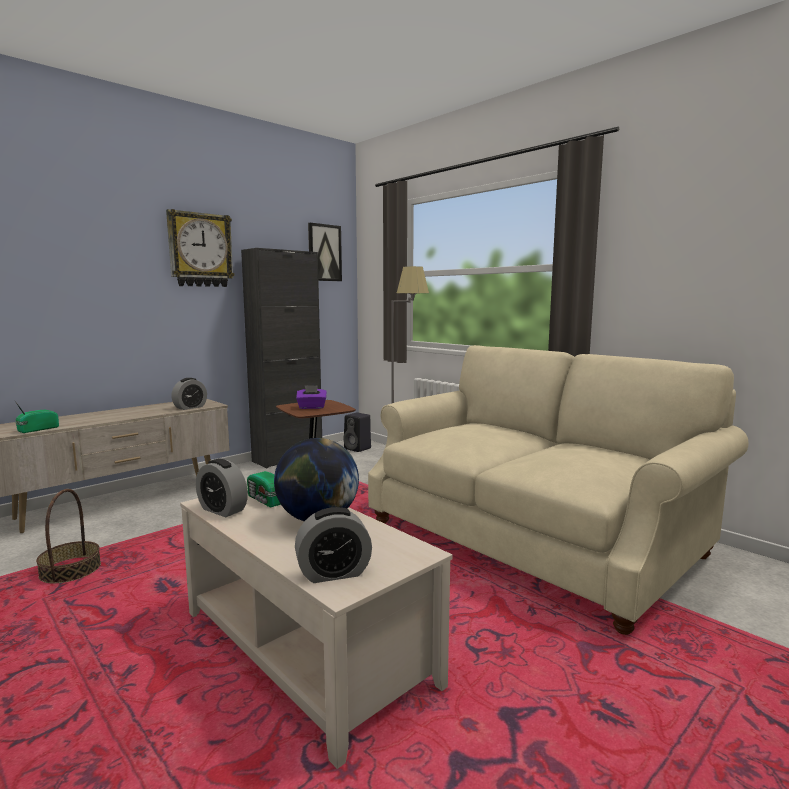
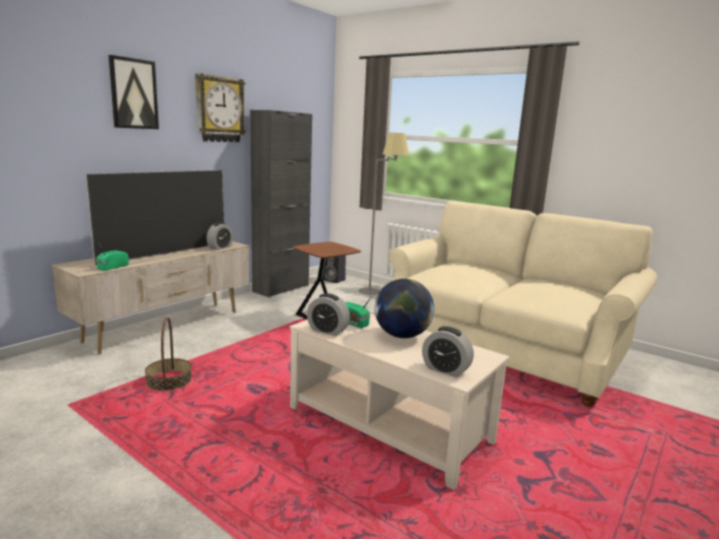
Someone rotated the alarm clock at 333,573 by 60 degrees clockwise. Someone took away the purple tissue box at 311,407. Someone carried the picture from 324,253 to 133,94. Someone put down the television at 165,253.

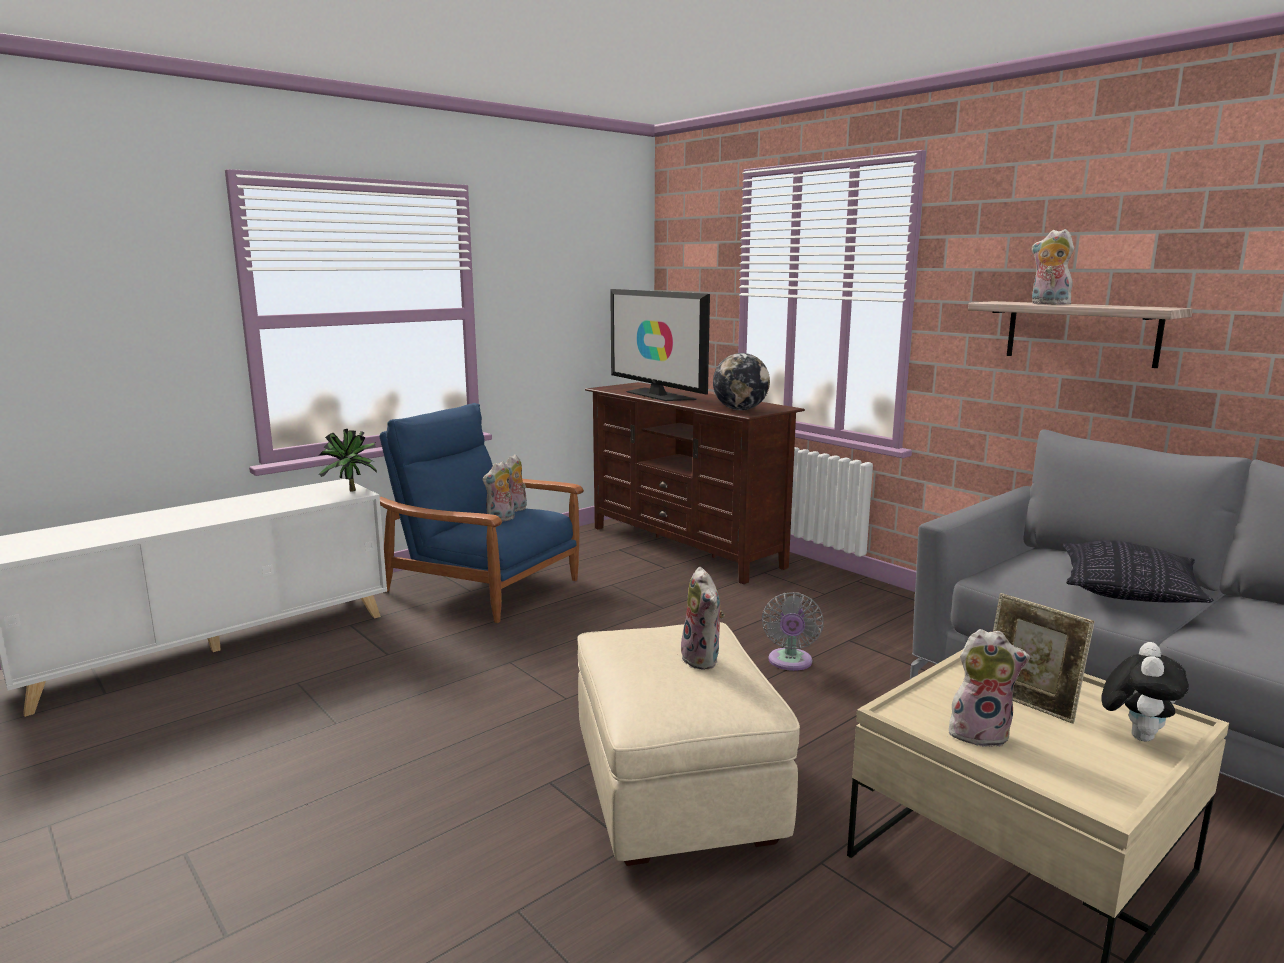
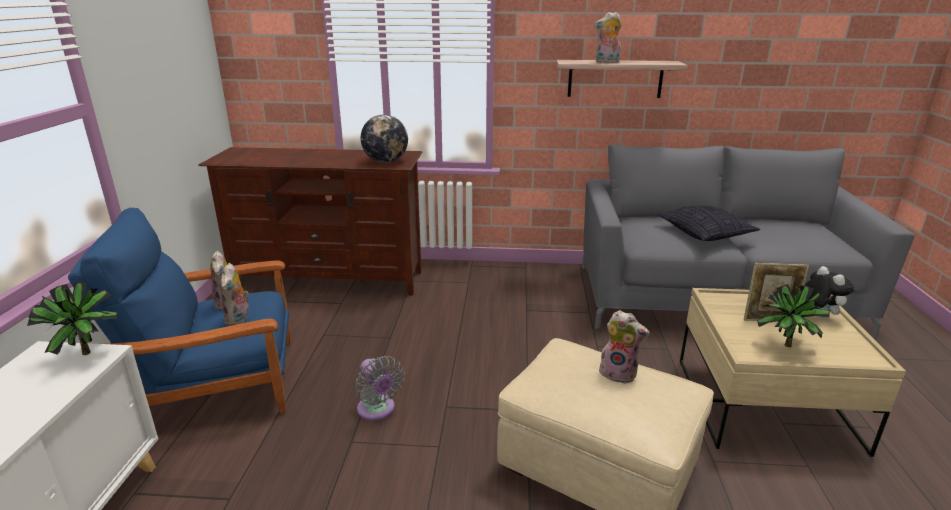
Someone took away the television at 657,395. Someone carried the grey fan from 790,662 to 377,410. Someone swapped the plush toy at 980,733 for the potted plant at 785,347.

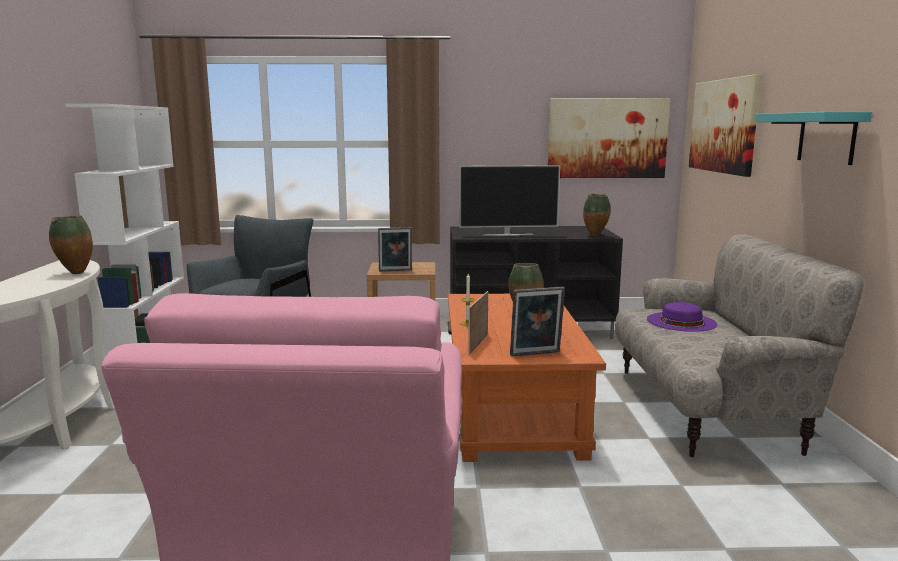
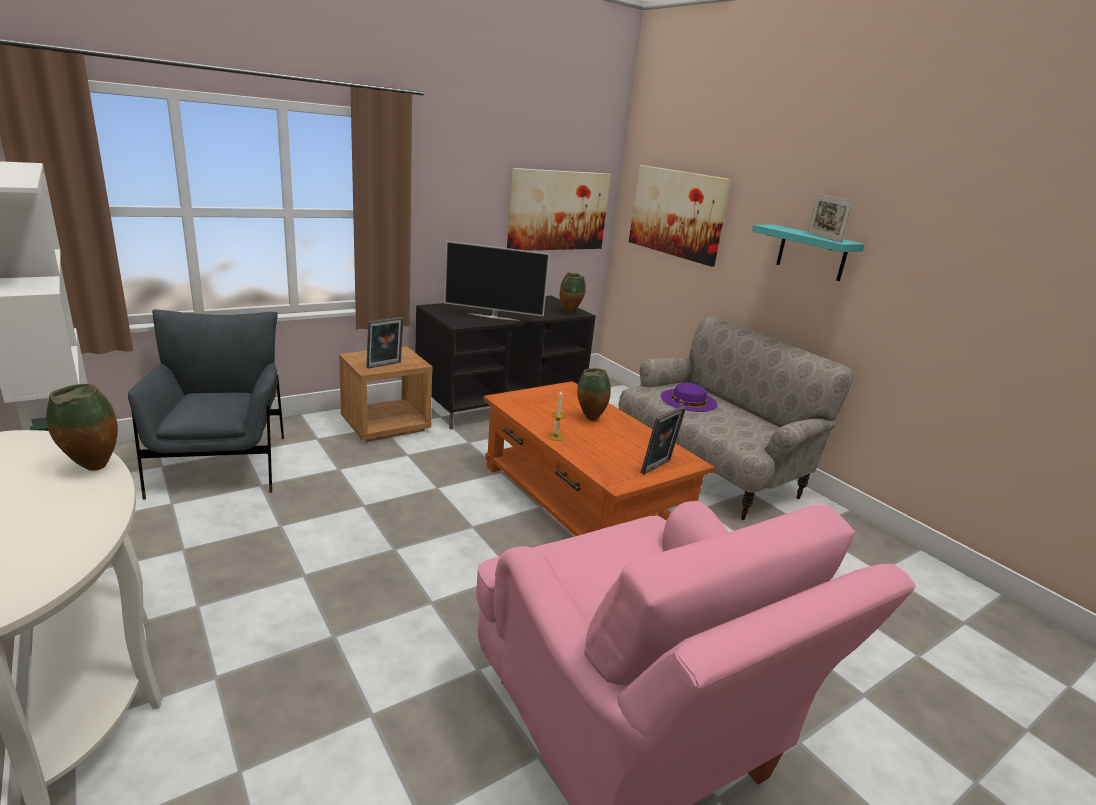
Someone rotated the television at 507,234 by 45 degrees clockwise. Someone carried the picture frame from 478,344 to 824,237.

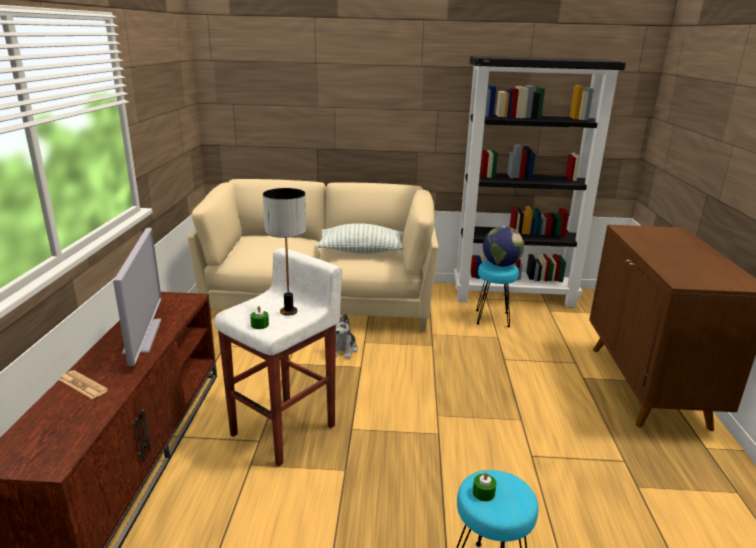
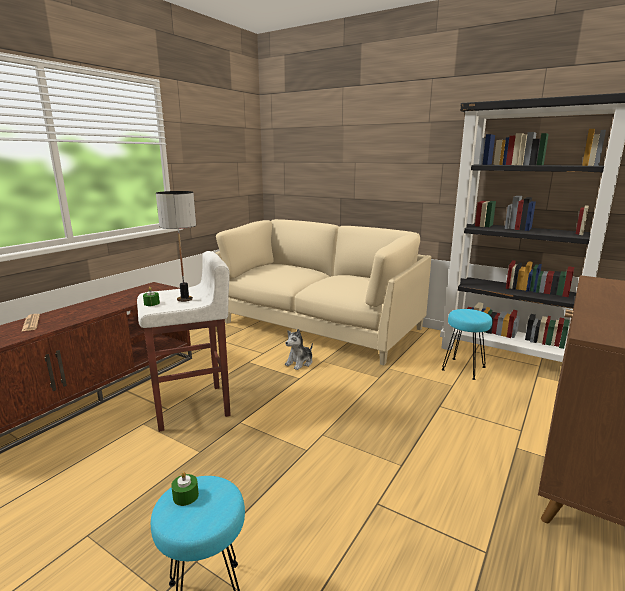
Someone took away the television at 142,336. Someone took away the pillow at 361,251. Someone took away the globe at 500,265.

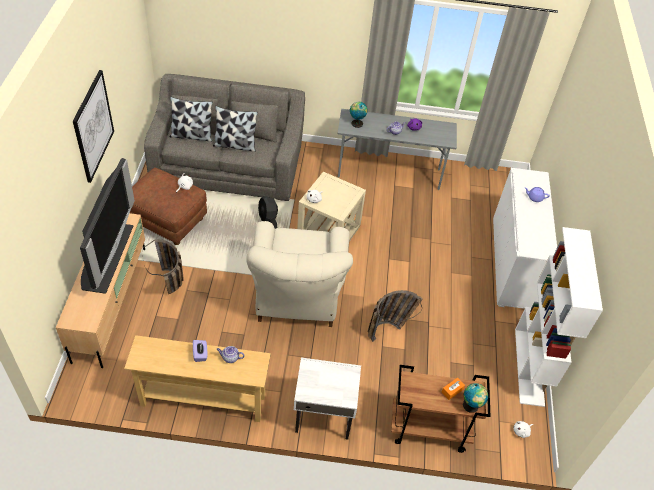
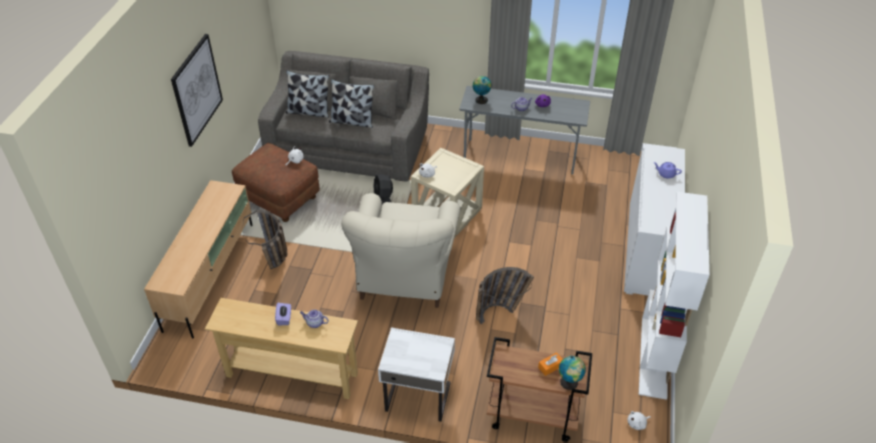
Someone took away the television at 106,256.

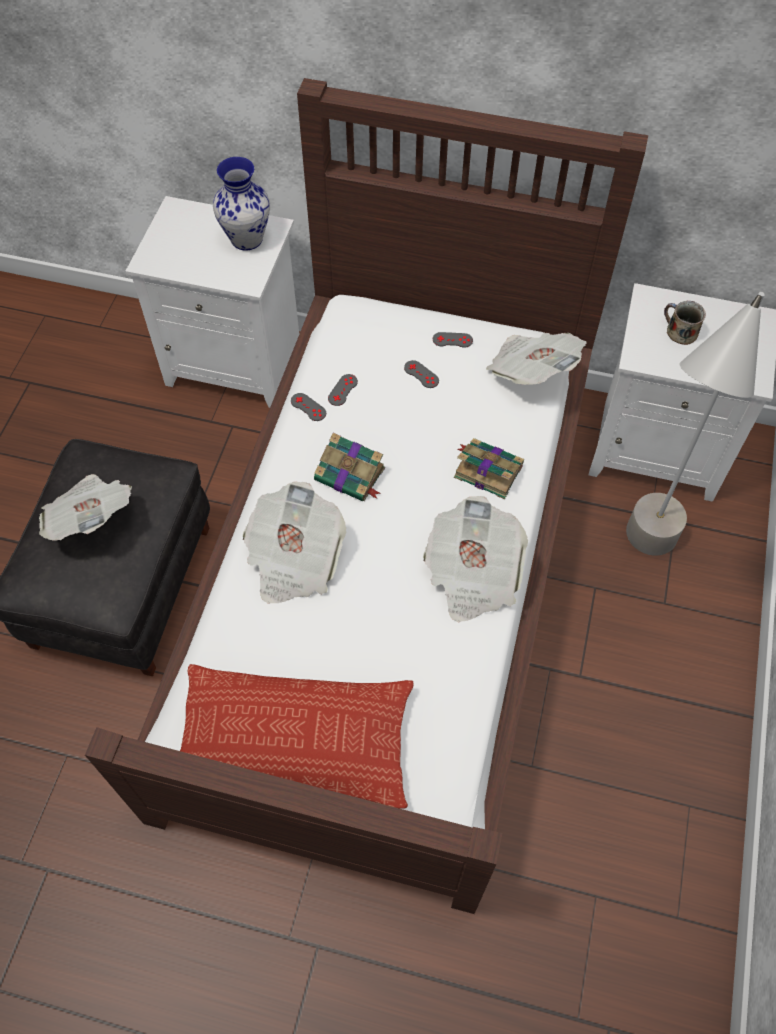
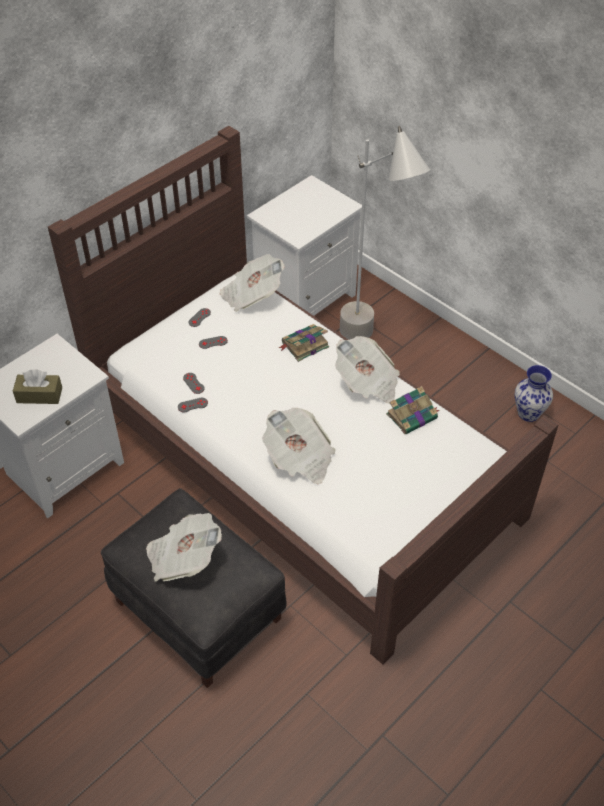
Someone took away the pillow at 294,741. Someone carried the vase from 246,239 to 529,414. Someone carried the book from 351,475 to 412,416. Someone took away the mug at 680,331. Someone put down the brown tissue box at 39,395.

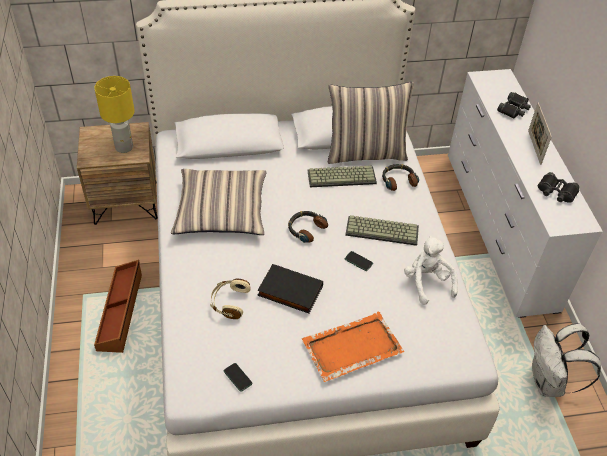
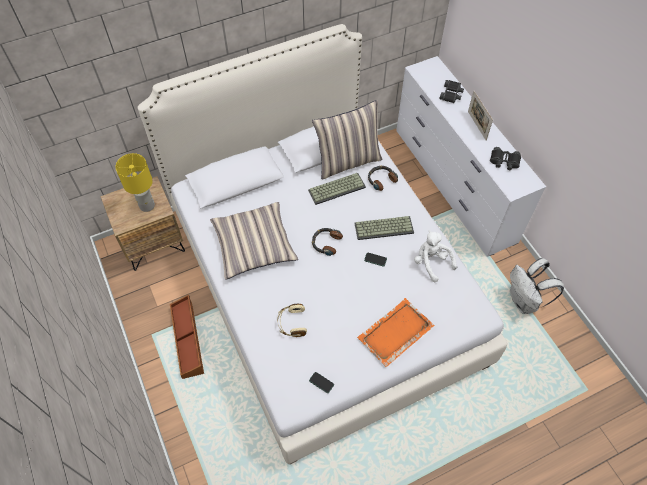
Someone took away the black book at 289,291.

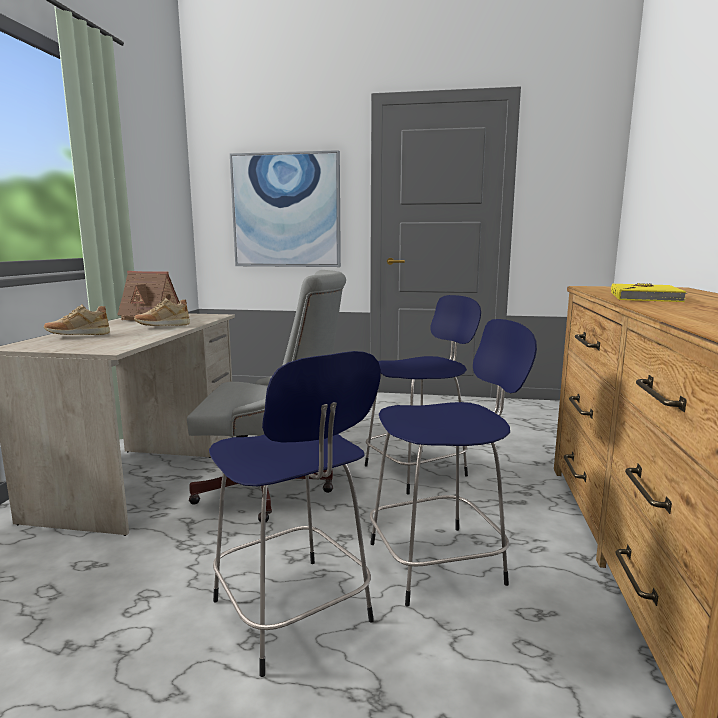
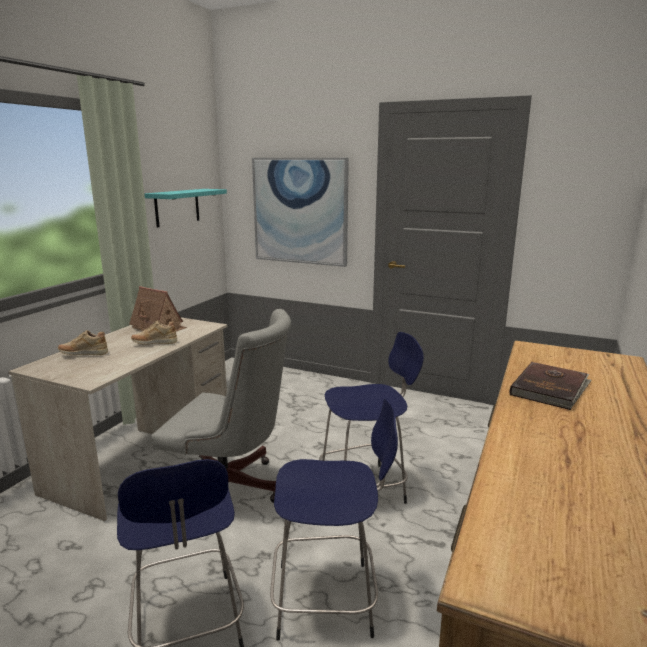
Someone repainted the yellow book at 646,297, which became the brown book at 550,388. Someone put up the turquoise shelf at 177,207.

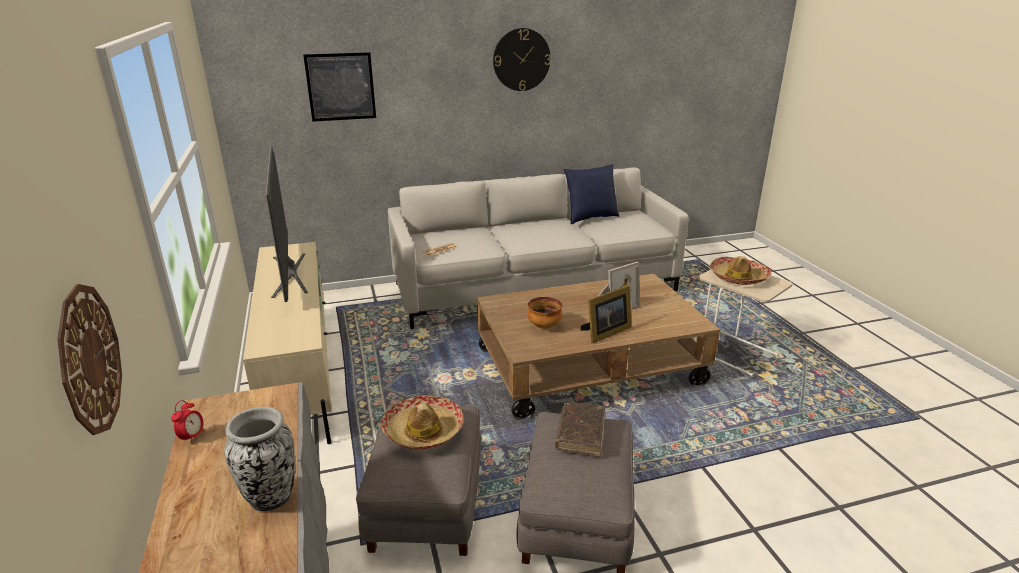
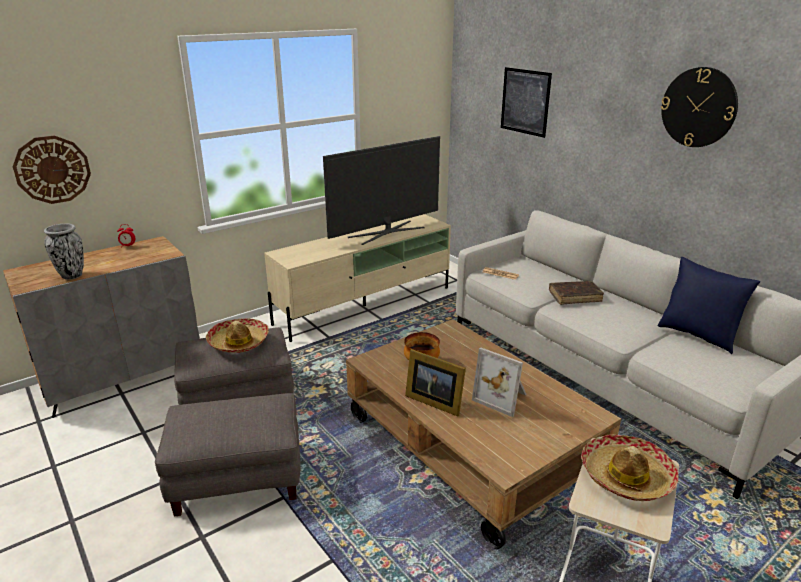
Someone carried the brown book from 580,434 to 575,297.

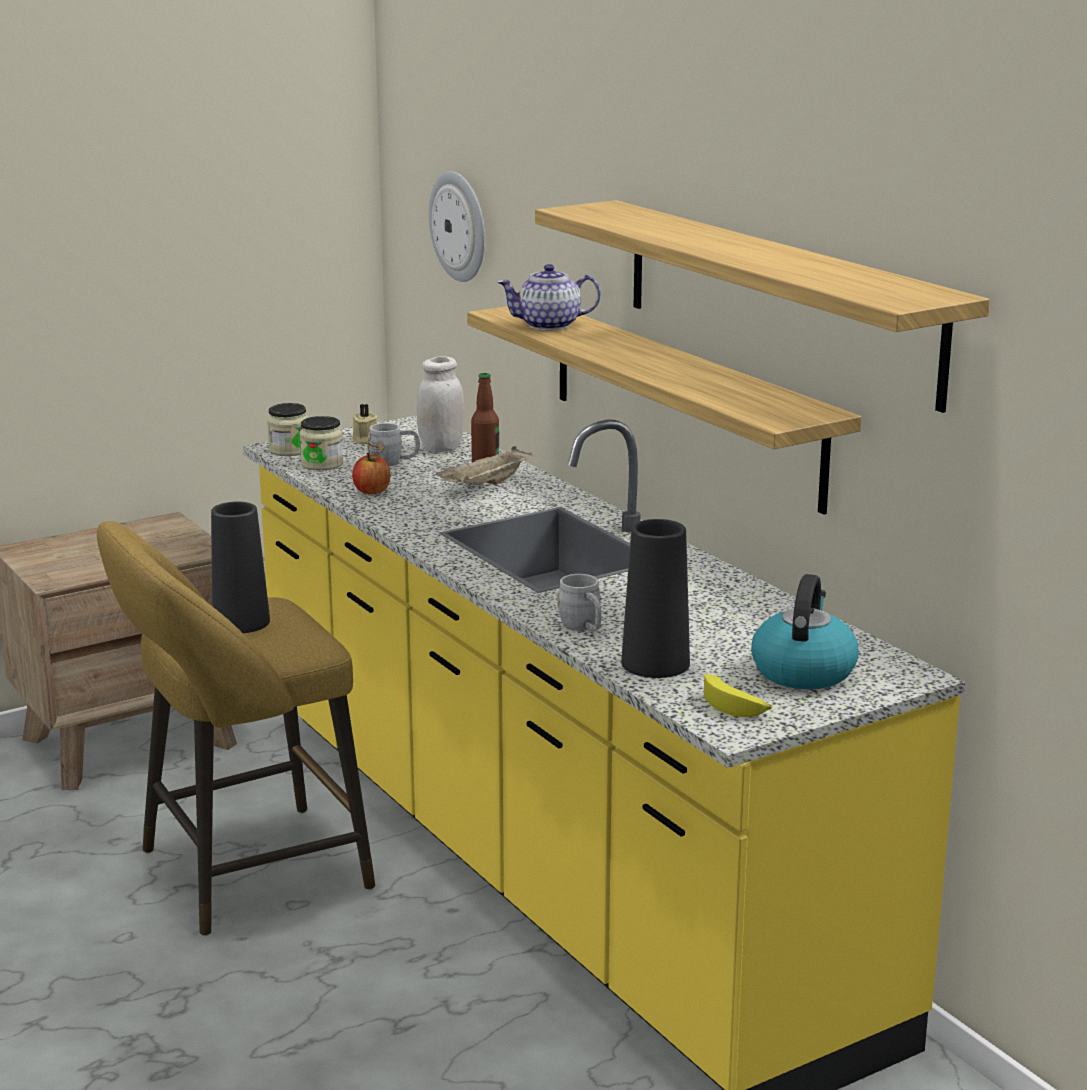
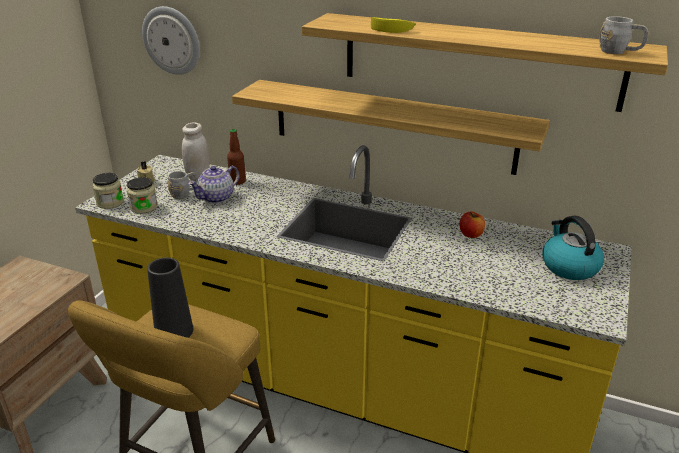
Someone carried the apple from 372,491 to 471,234. Someone took away the beige tray at 486,485. Someone carried the teapot from 549,325 to 217,198. Someone carried the grey mug from 583,628 to 619,52. Someone took away the black vase at 655,663. Someone carried the banana from 735,705 to 392,30.

